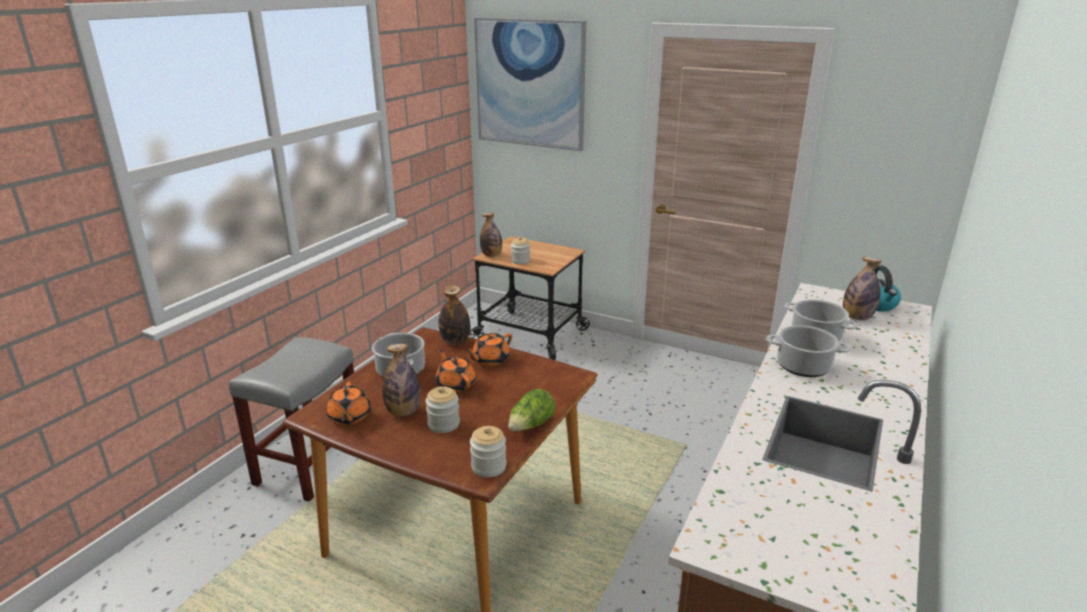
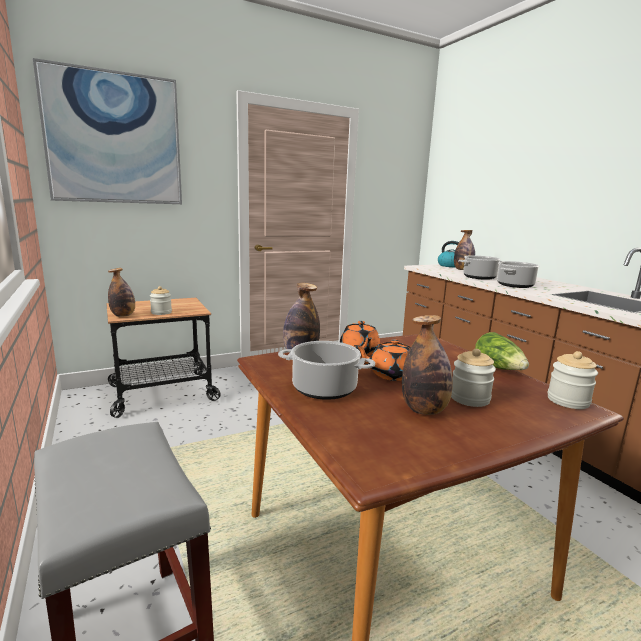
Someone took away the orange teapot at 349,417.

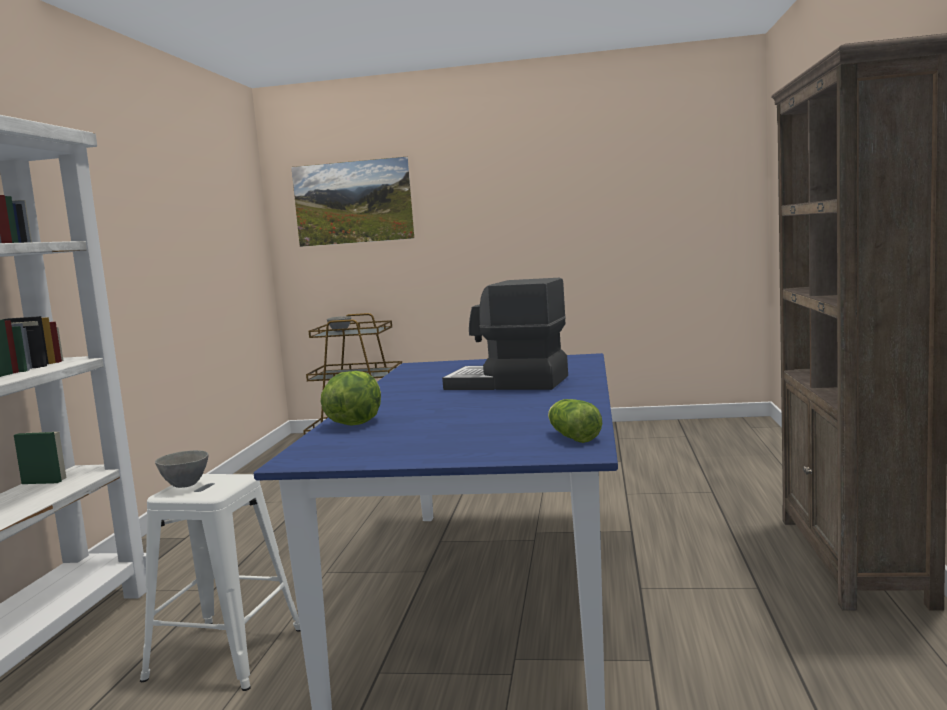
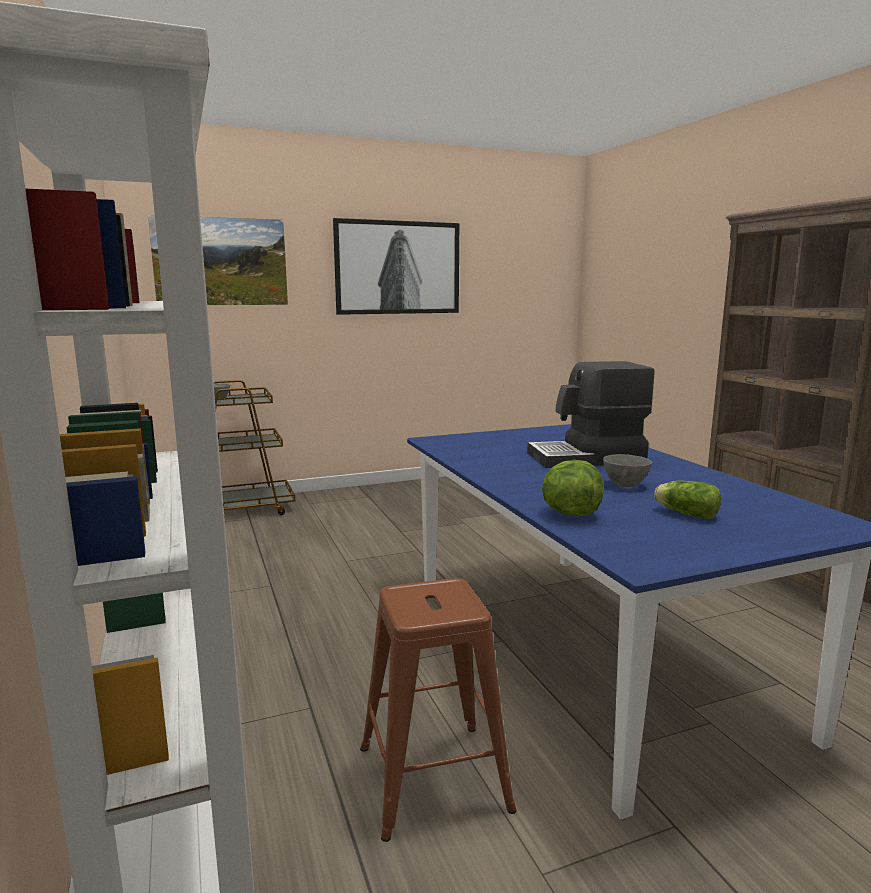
Someone repainted the white stool at 225,652, which became the brown stool at 431,776. Someone carried the grey bowl from 185,485 to 626,485. Someone carried the lettuce from 572,437 to 684,513. Someone put up the picture at 398,268.

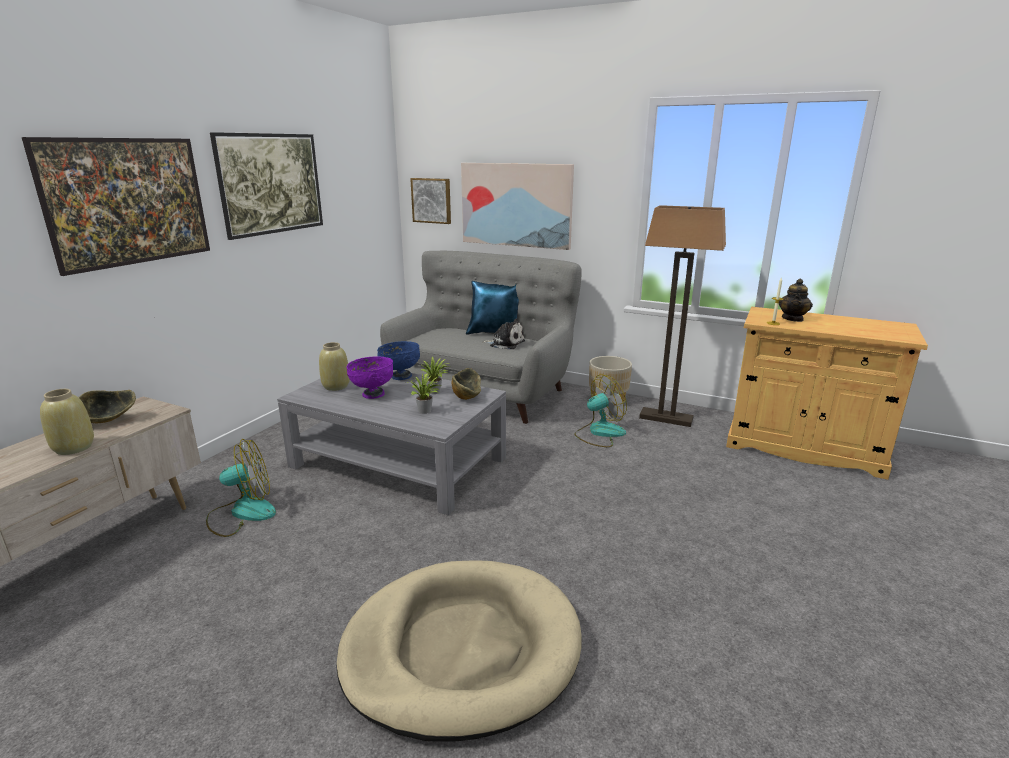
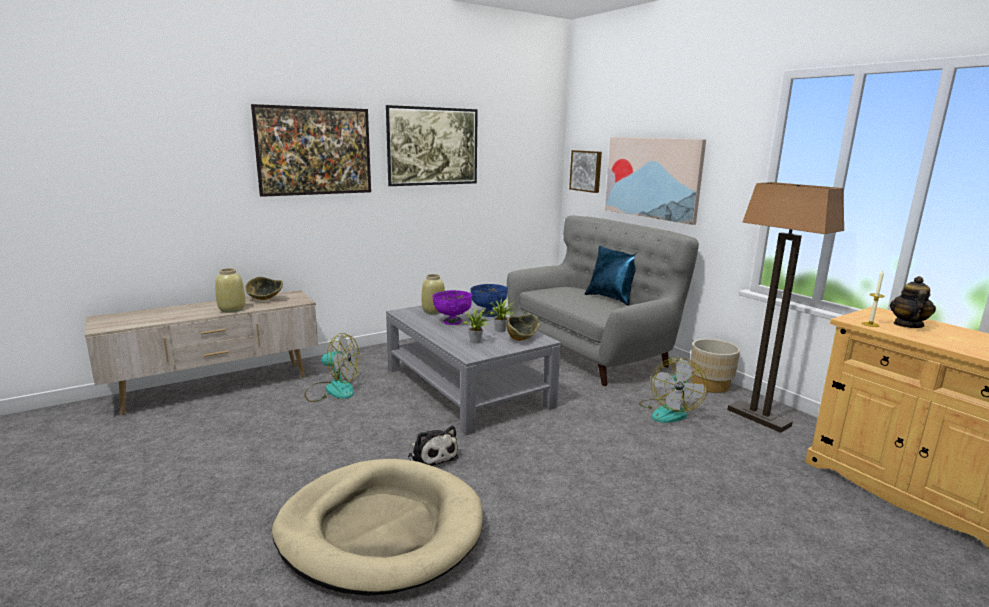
Someone carried the plush toy from 505,344 to 431,456. Someone rotated the fan at 599,433 by 105 degrees clockwise. Someone rotated the teapot at 792,319 by 150 degrees clockwise.

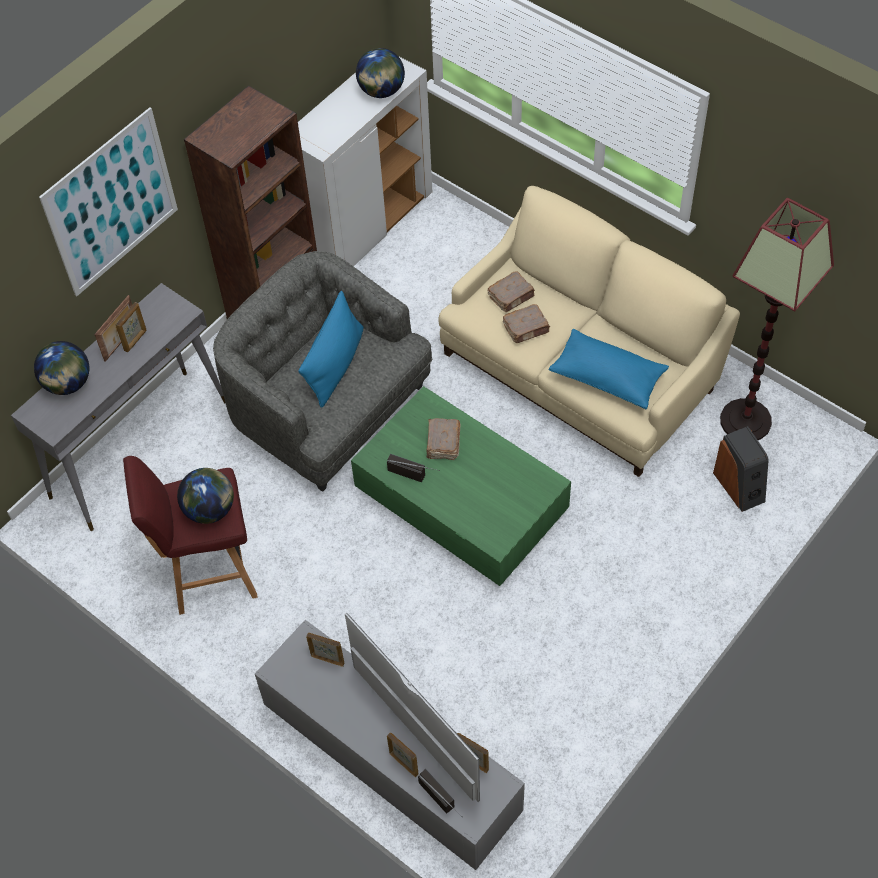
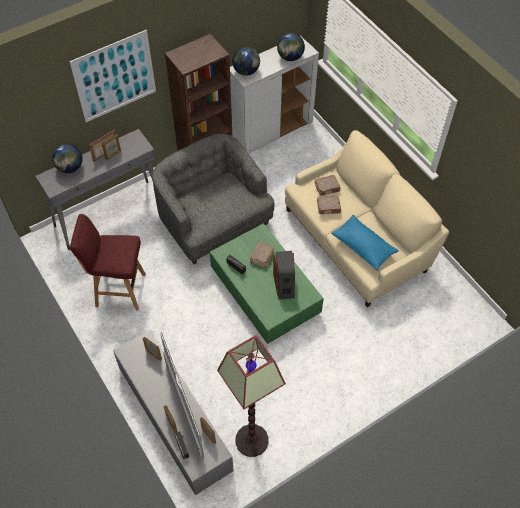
Someone carried the globe from 210,509 to 246,71. Someone took away the blue pillow at 335,365. Someone carried the speaker from 739,486 to 284,285. Someone carried the floor lamp from 746,420 to 252,440.

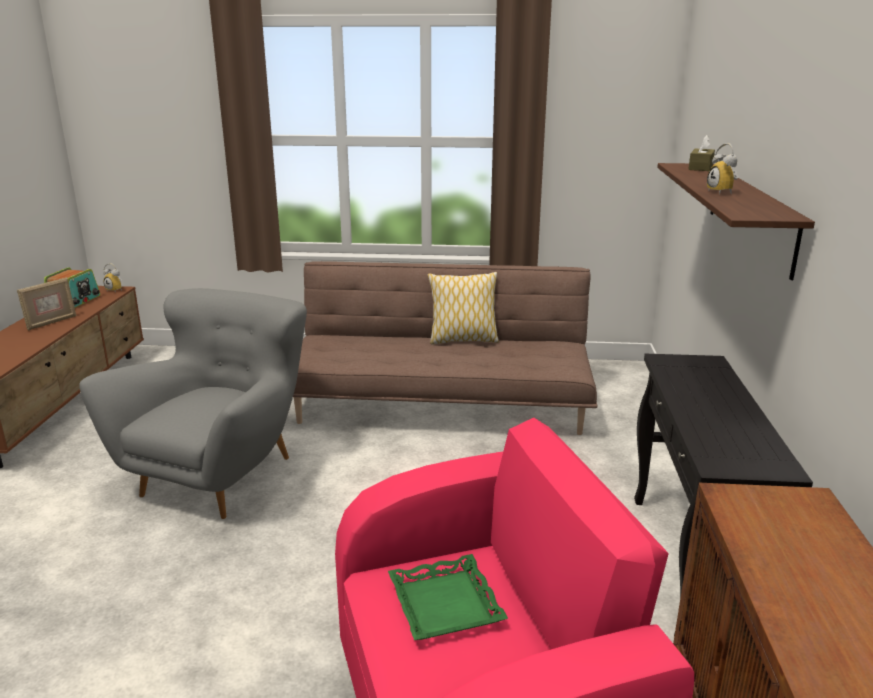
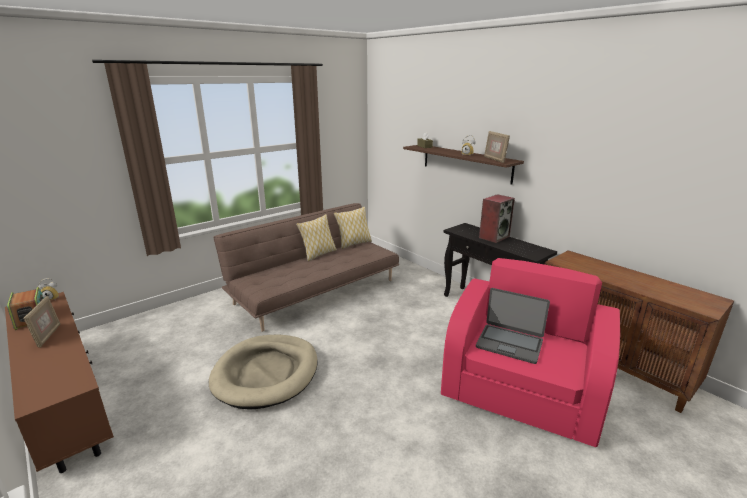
Someone swapped the grey armchair at 221,474 for the beige dog bed at 266,373. Someone swapped the green tray at 446,604 for the laptop at 509,343. Someone put down the pillow at 354,244. Someone put down the speaker at 494,237. Someone put down the picture frame at 494,159.

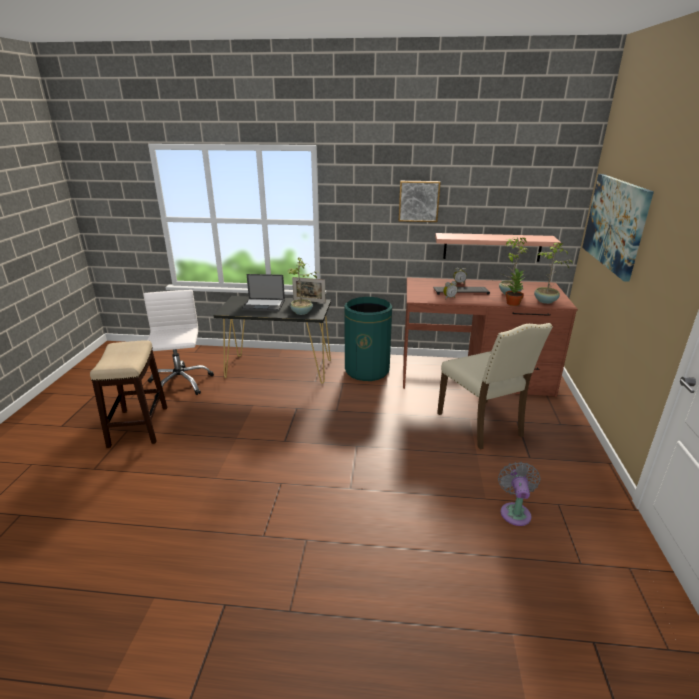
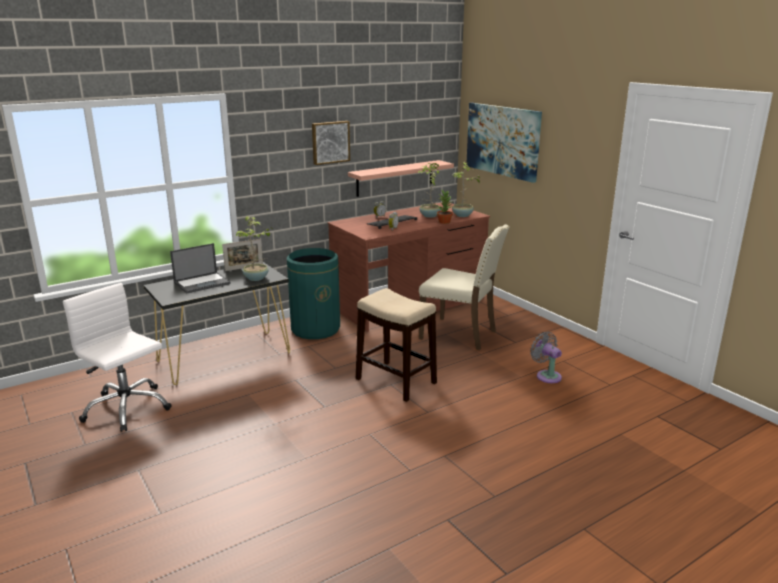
Someone carried the stool from 138,427 to 396,381.

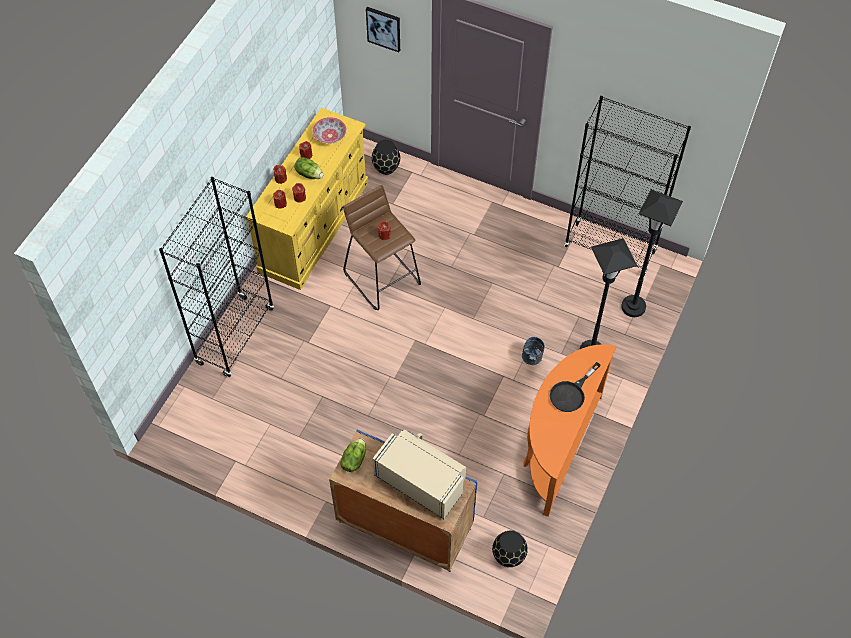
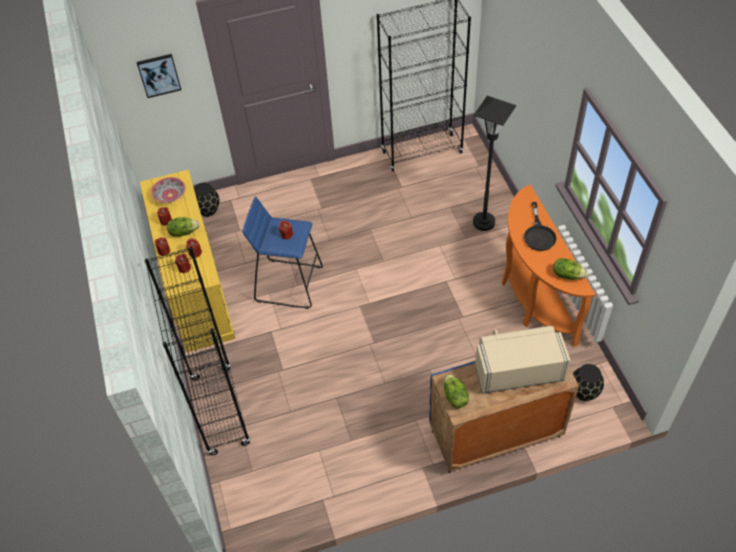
Someone repainted the brown stool at 382,277, which became the blue stool at 288,283. Someone took away the grey bucket at 531,360. Someone took away the black floor lamp at 633,307. Someone put down the lettuce at 567,275.

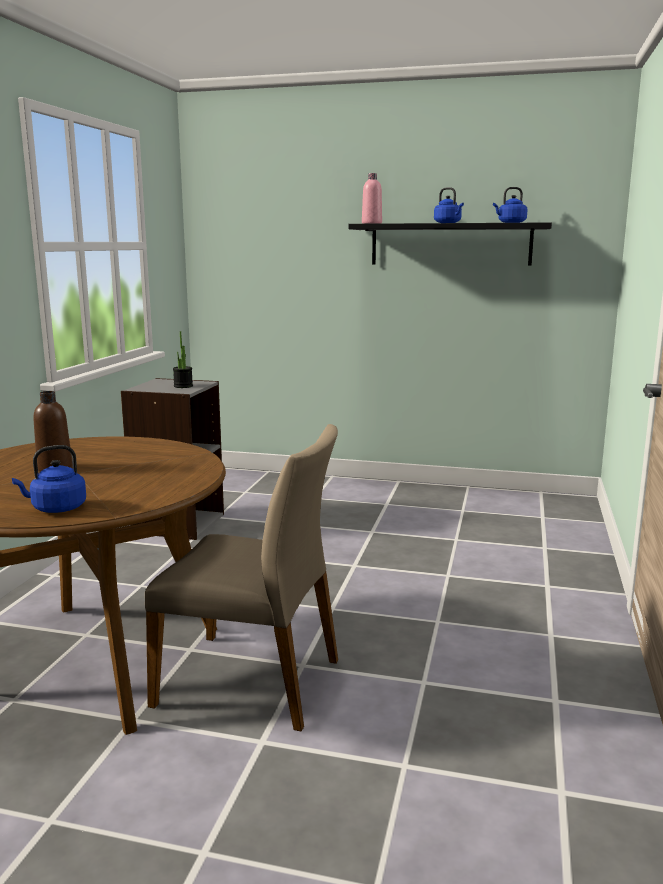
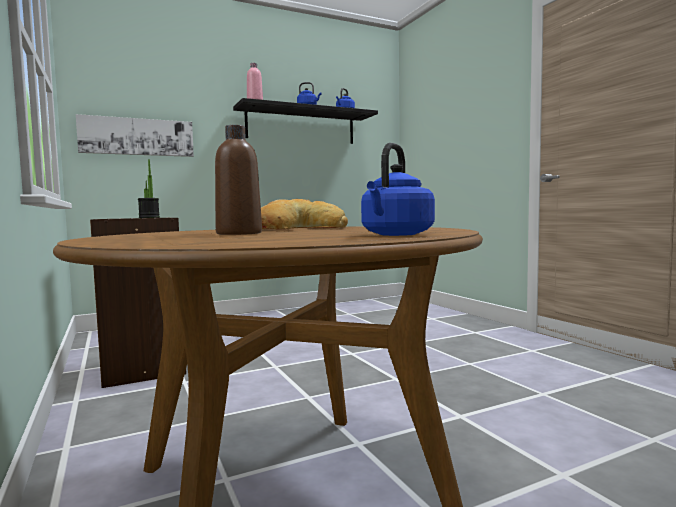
Someone took away the beige chair at 251,681. Someone put up the picture at 137,137. Someone put down the bread at 297,229.

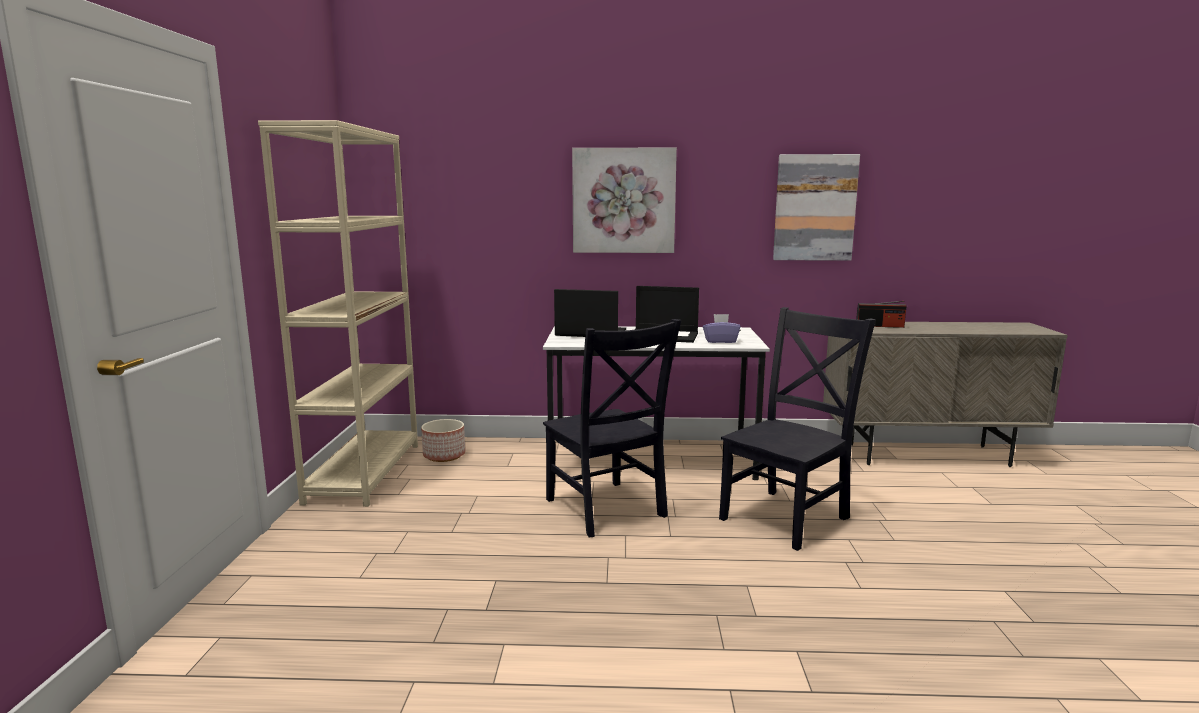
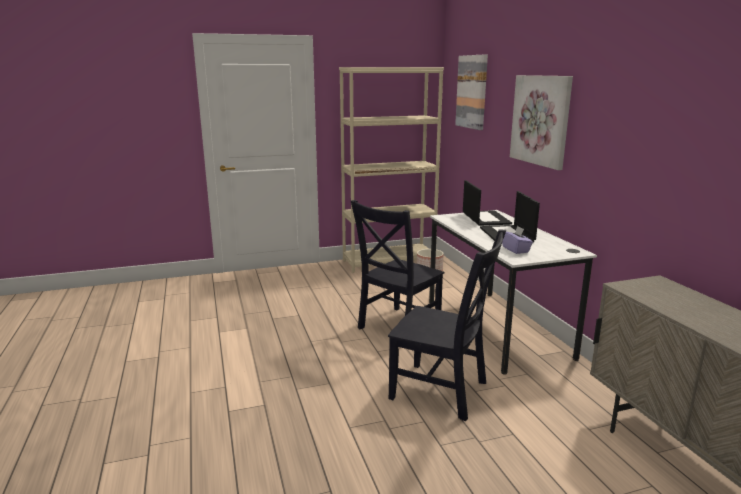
Someone carried the picture from 814,208 to 472,92. Someone took away the radio at 880,326.

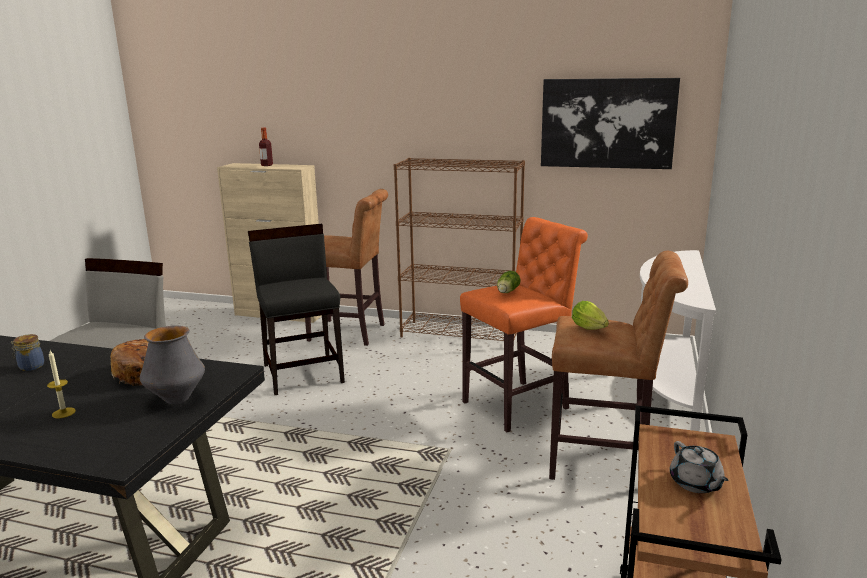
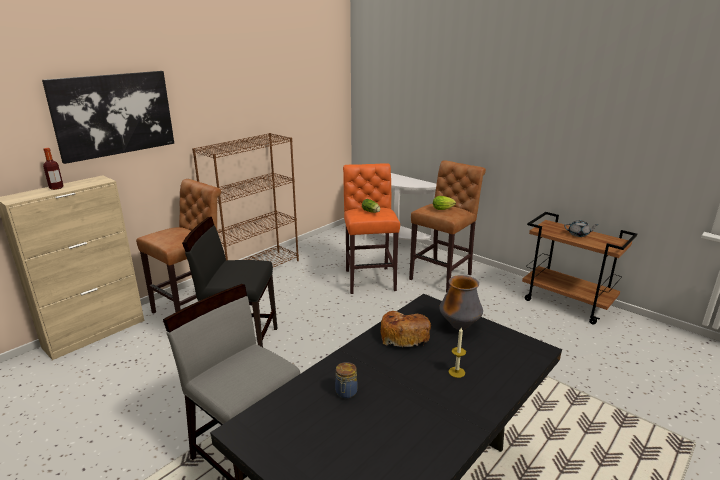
Someone carried the picture from 607,123 to 114,114.

